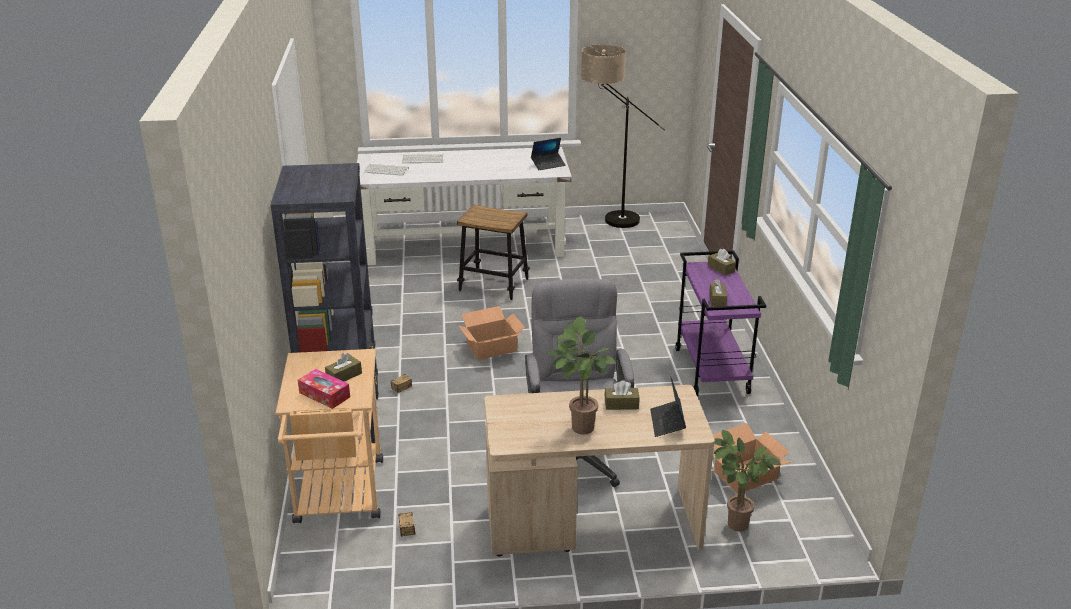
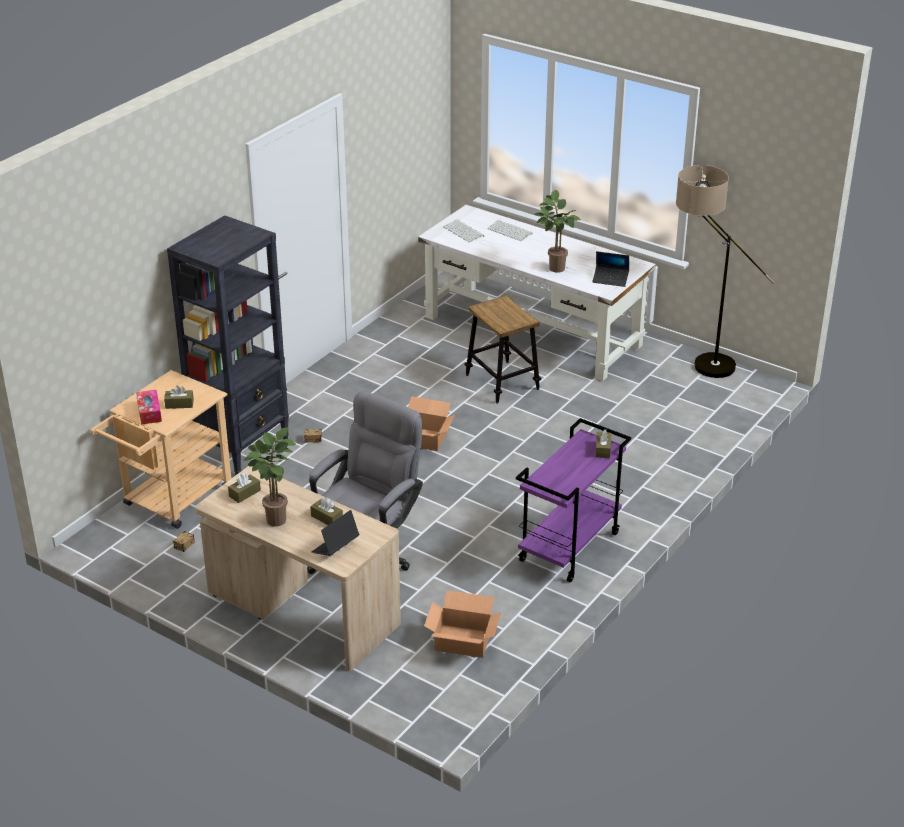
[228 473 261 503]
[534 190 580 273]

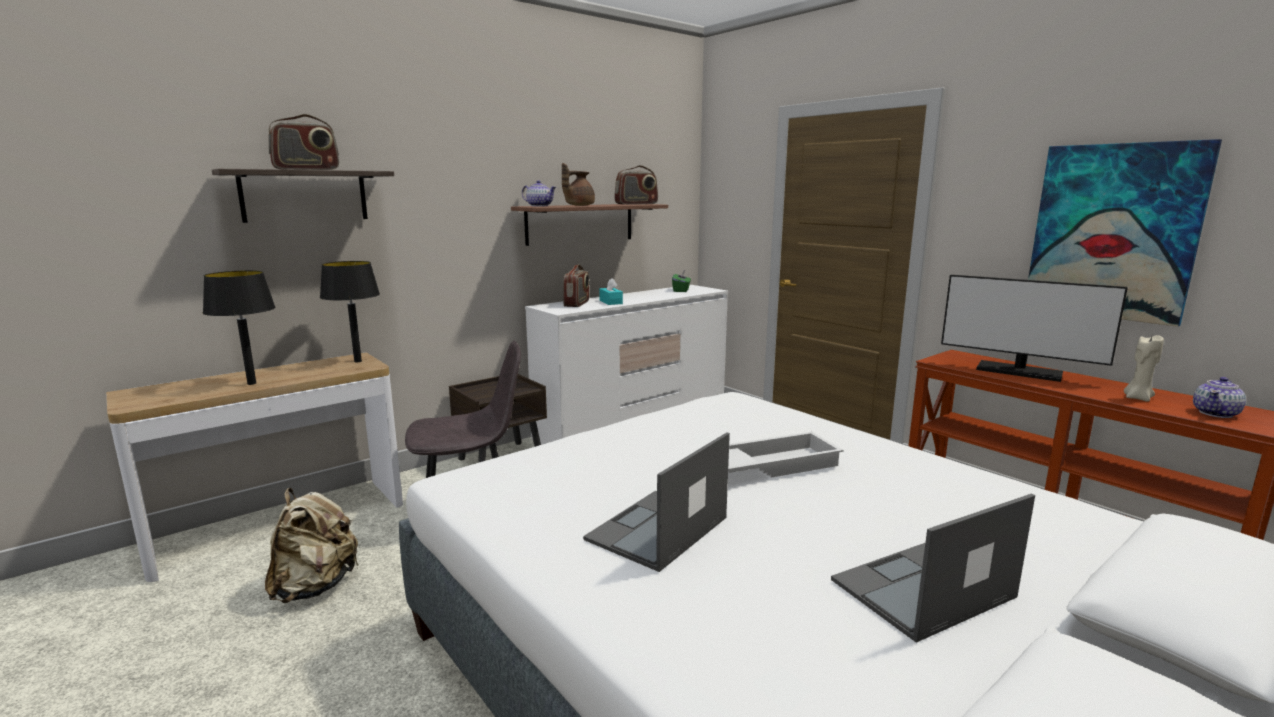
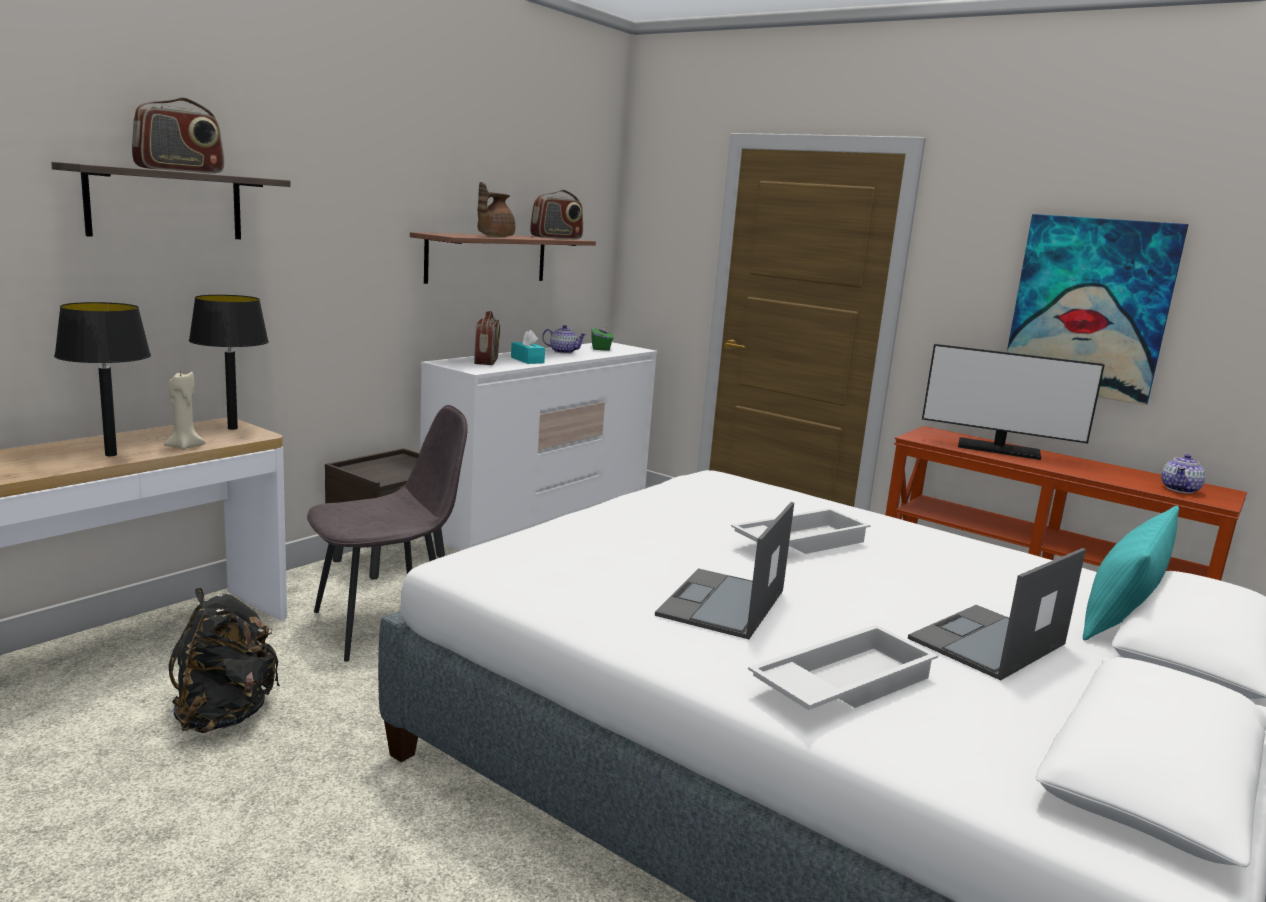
[748 625 938 710]
[1083 506 1179 640]
[542 325 587 354]
[164 370 205 450]
[168 587 280 733]

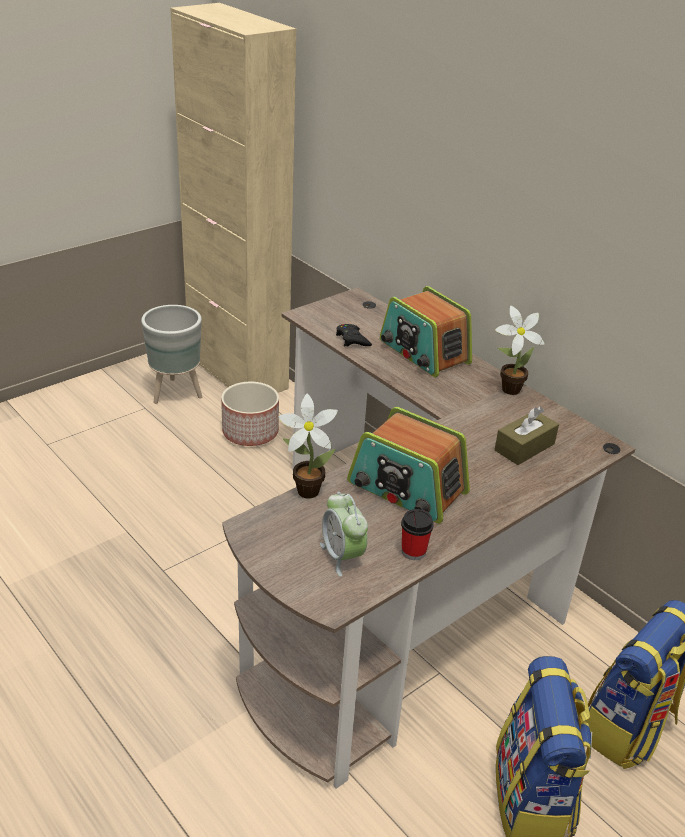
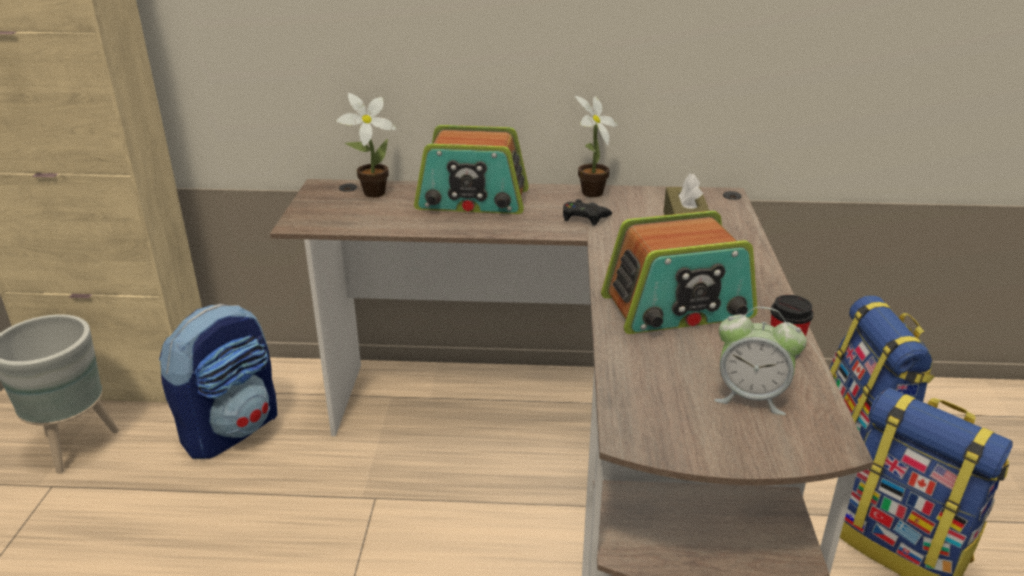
[336 93 396 198]
[563 199 612 226]
[159 304 277 459]

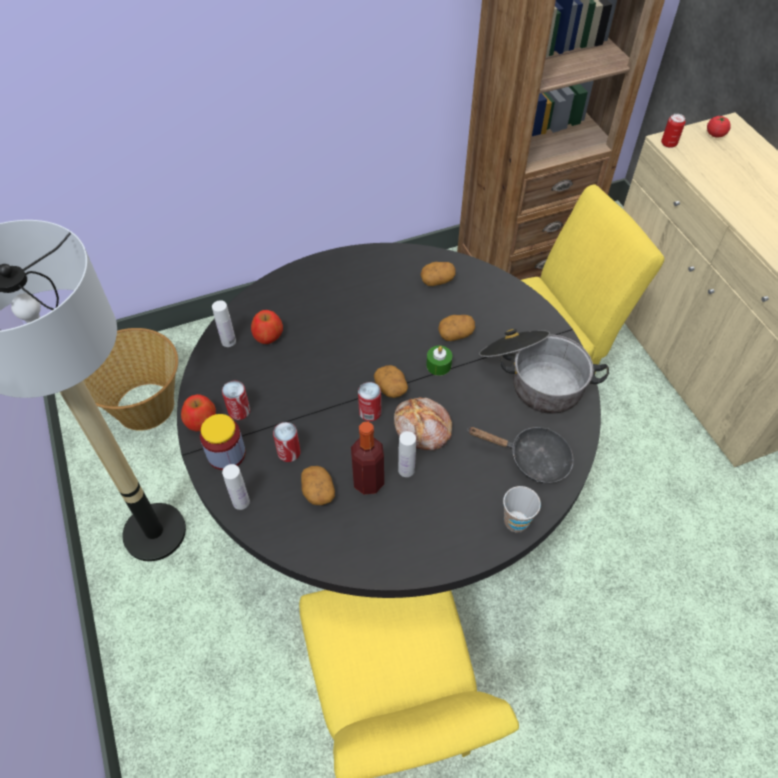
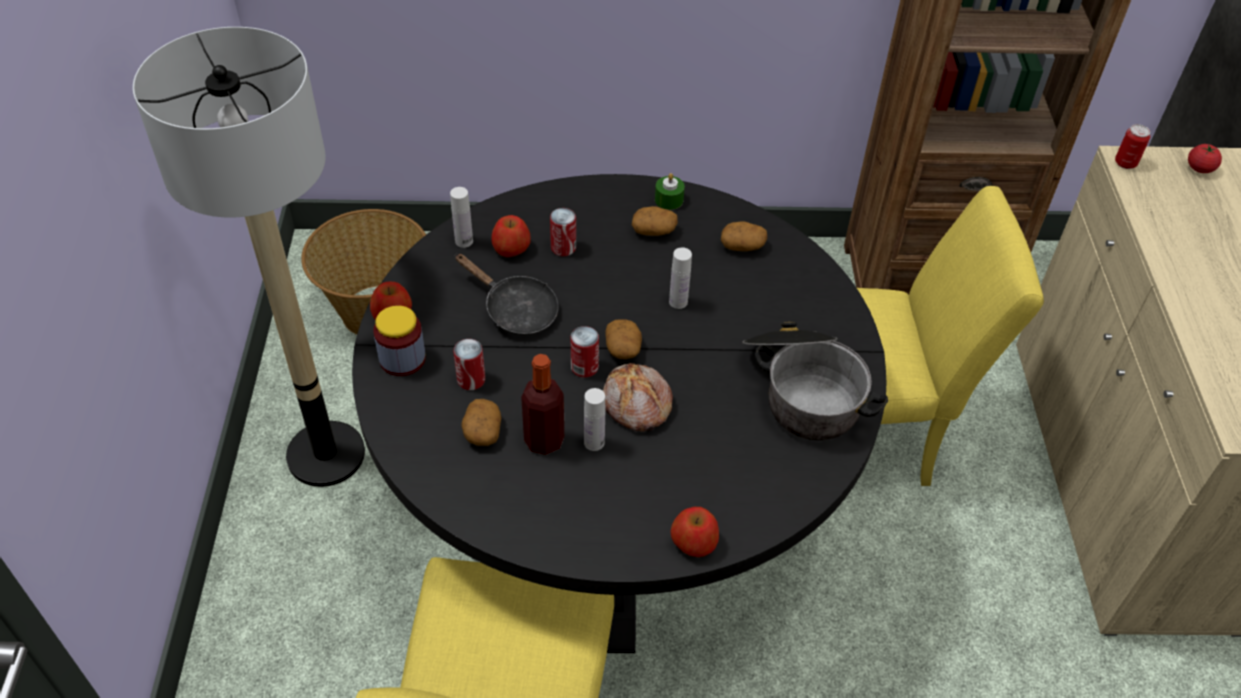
[550 208 576 256]
[669 247 692 309]
[655 173 685 210]
[632 206 678 236]
[455 254 559 336]
[670 507 719 557]

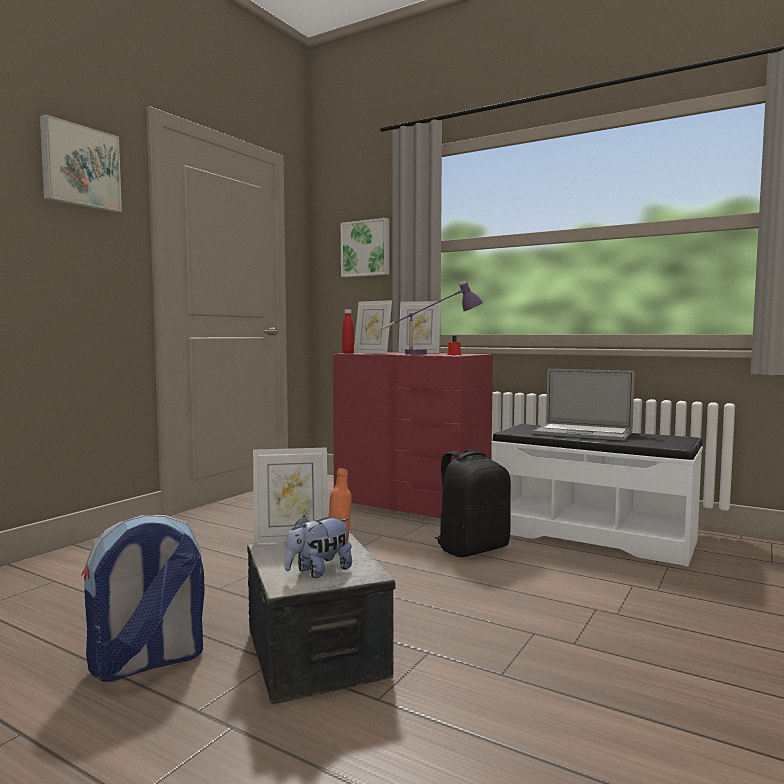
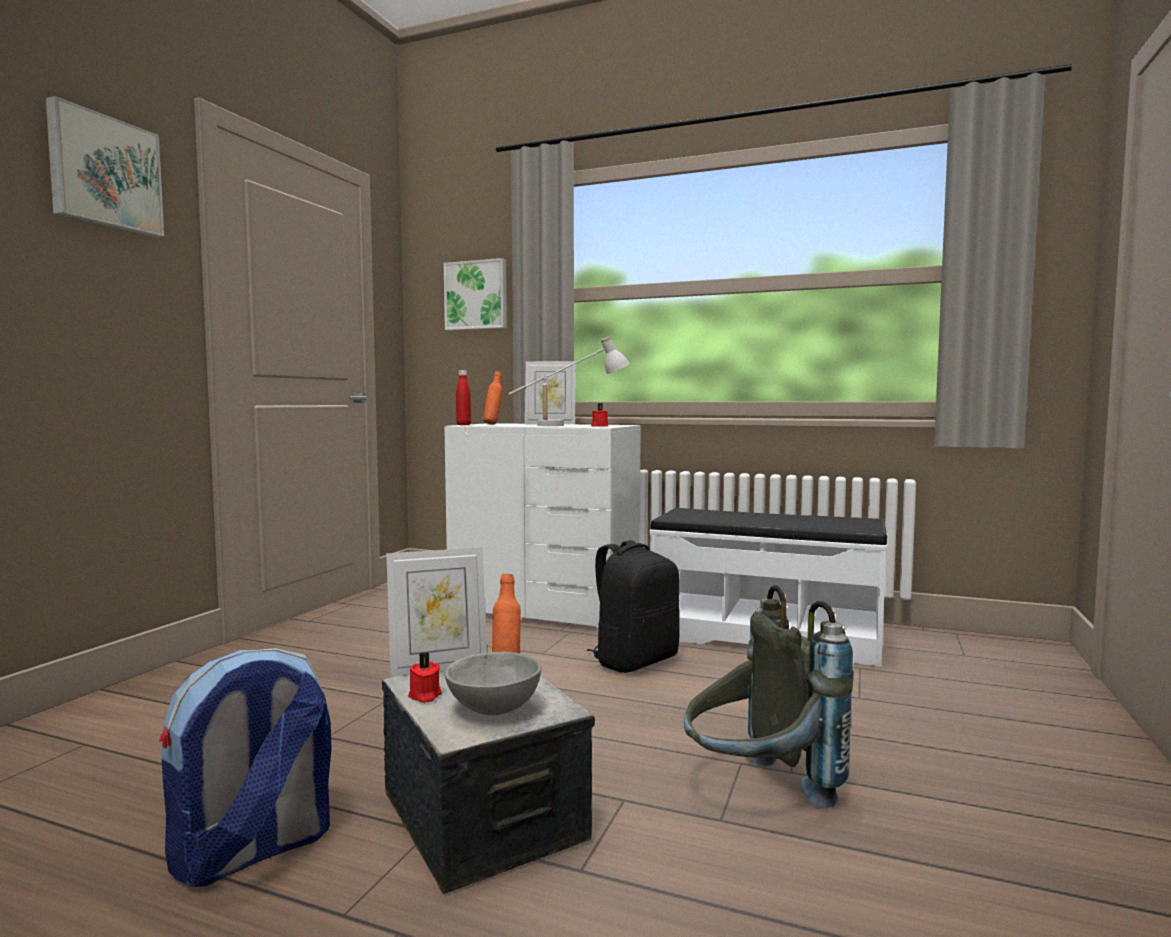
[532 369 635 441] (first image)
[408 652 442 703]
[684 585 854 809]
[445 652 542 715]
[483 371 503 425]
[444 423 641 631]
[508 336 630 426]

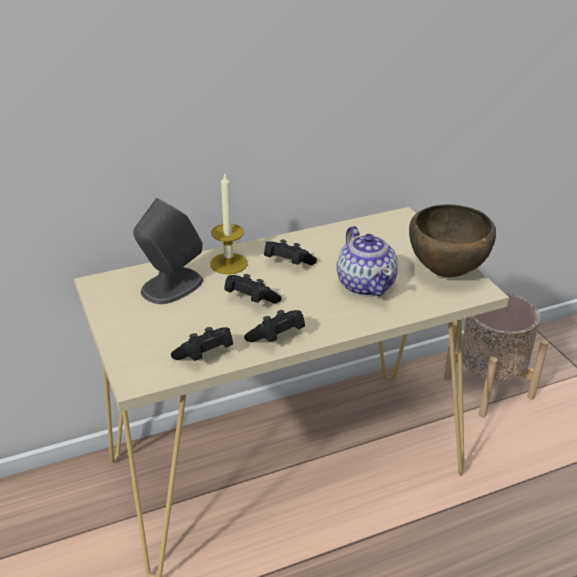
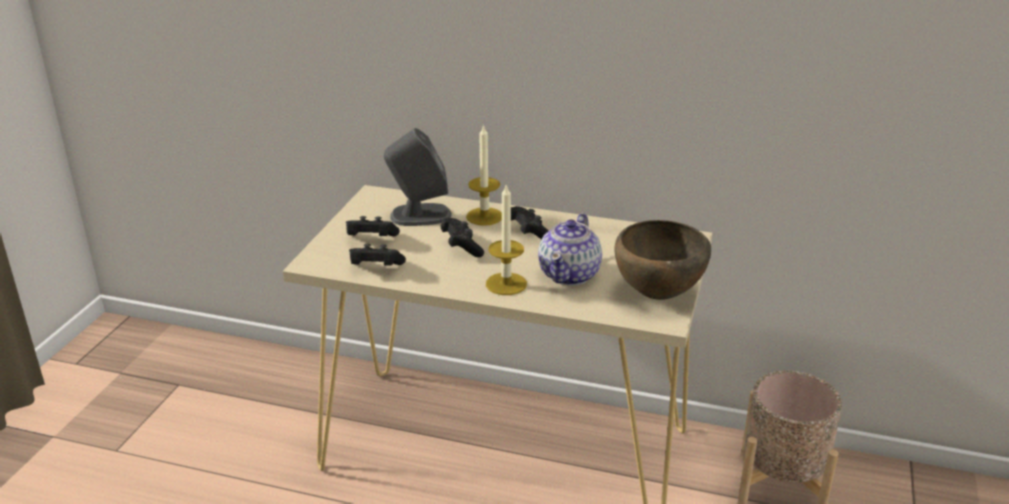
[486 185 527 295]
[346 216 400 236]

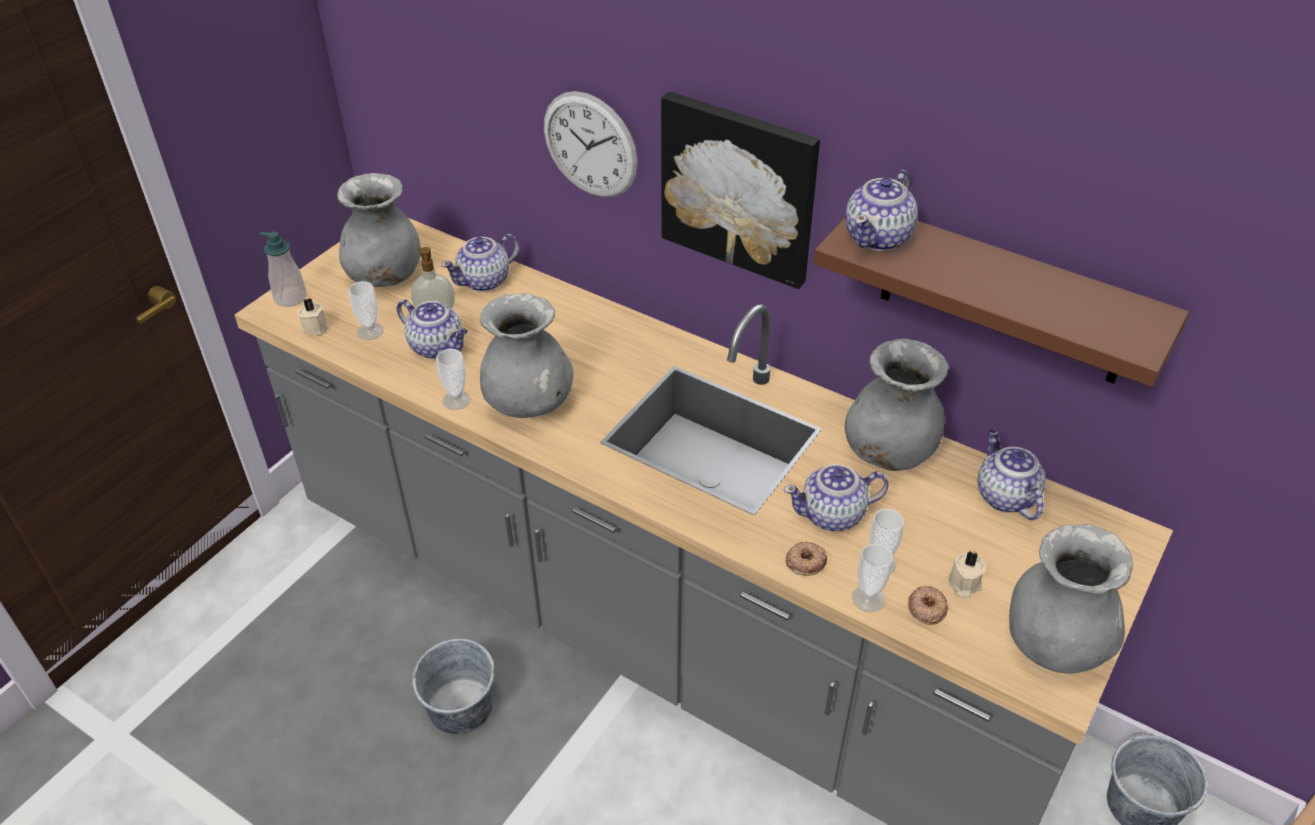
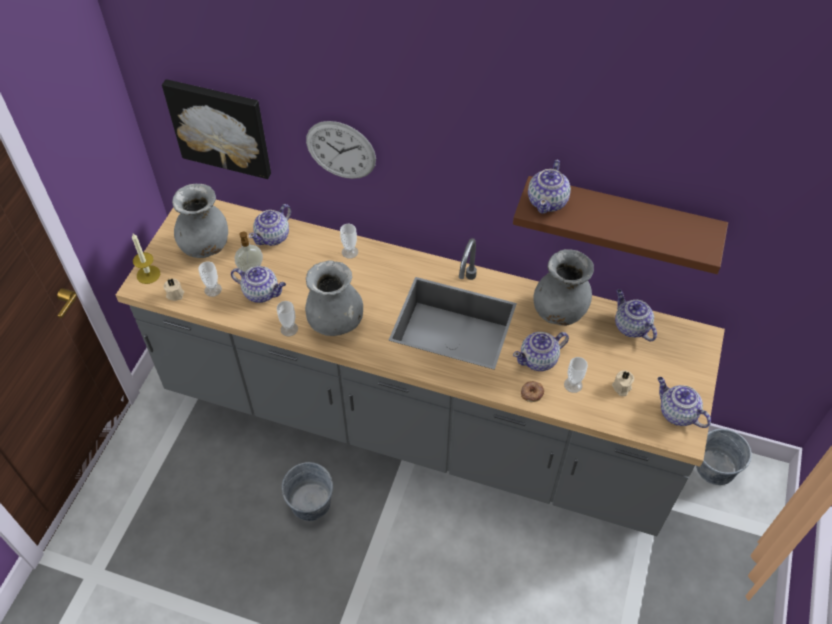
[908 586 948 625] (first image)
[162 79 271 179]
[340 224 358 259]
[132 233 160 284]
[657 377 711 428]

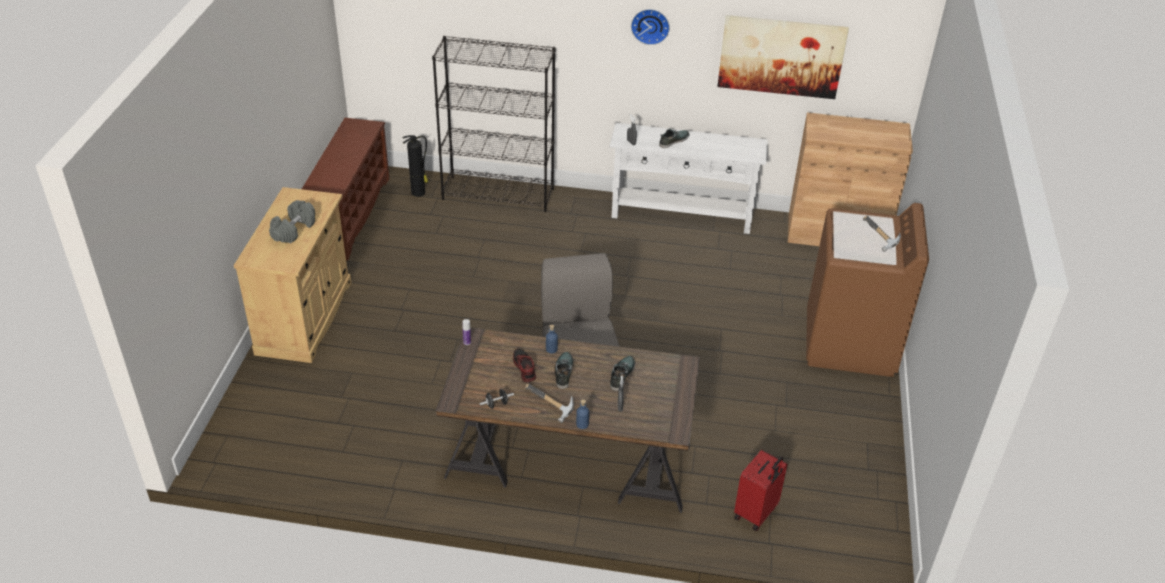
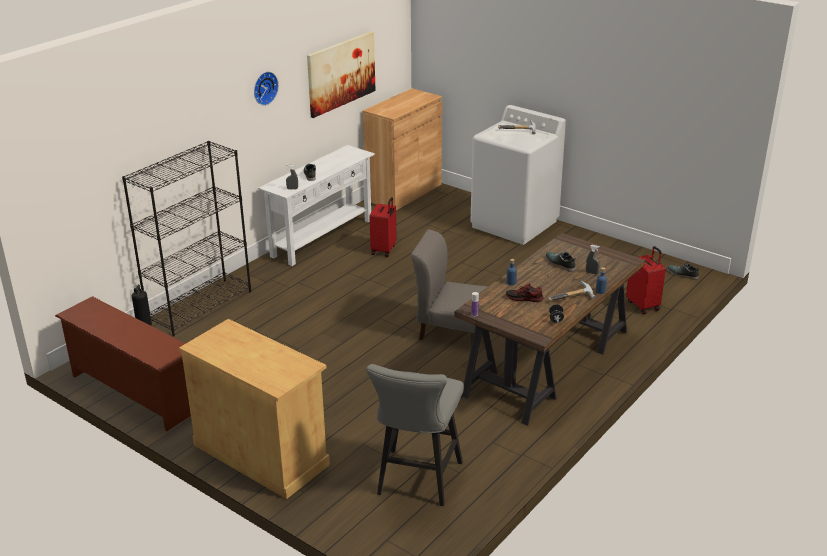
[269 200 315 243] (first image)
[366 364 464 506]
[369 197 397 257]
[667 263 700 280]
[471 105 566 245]

